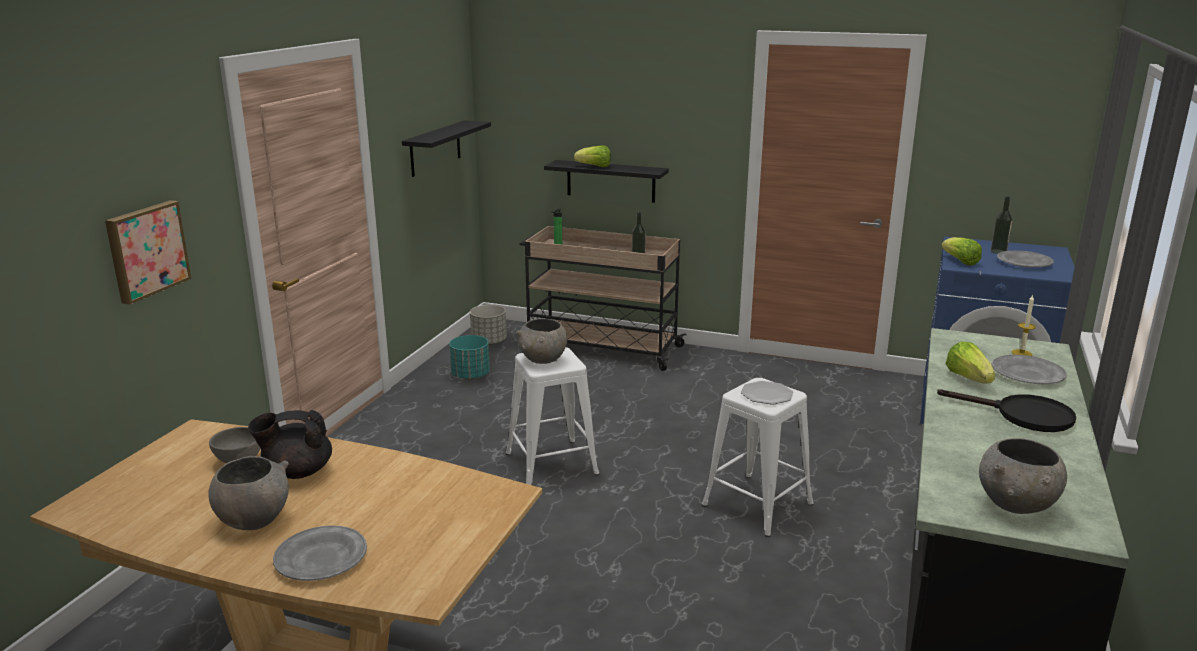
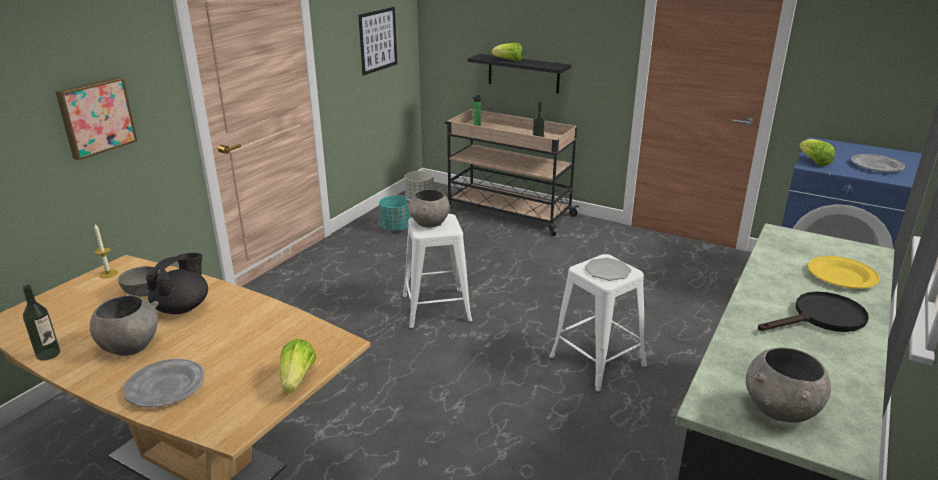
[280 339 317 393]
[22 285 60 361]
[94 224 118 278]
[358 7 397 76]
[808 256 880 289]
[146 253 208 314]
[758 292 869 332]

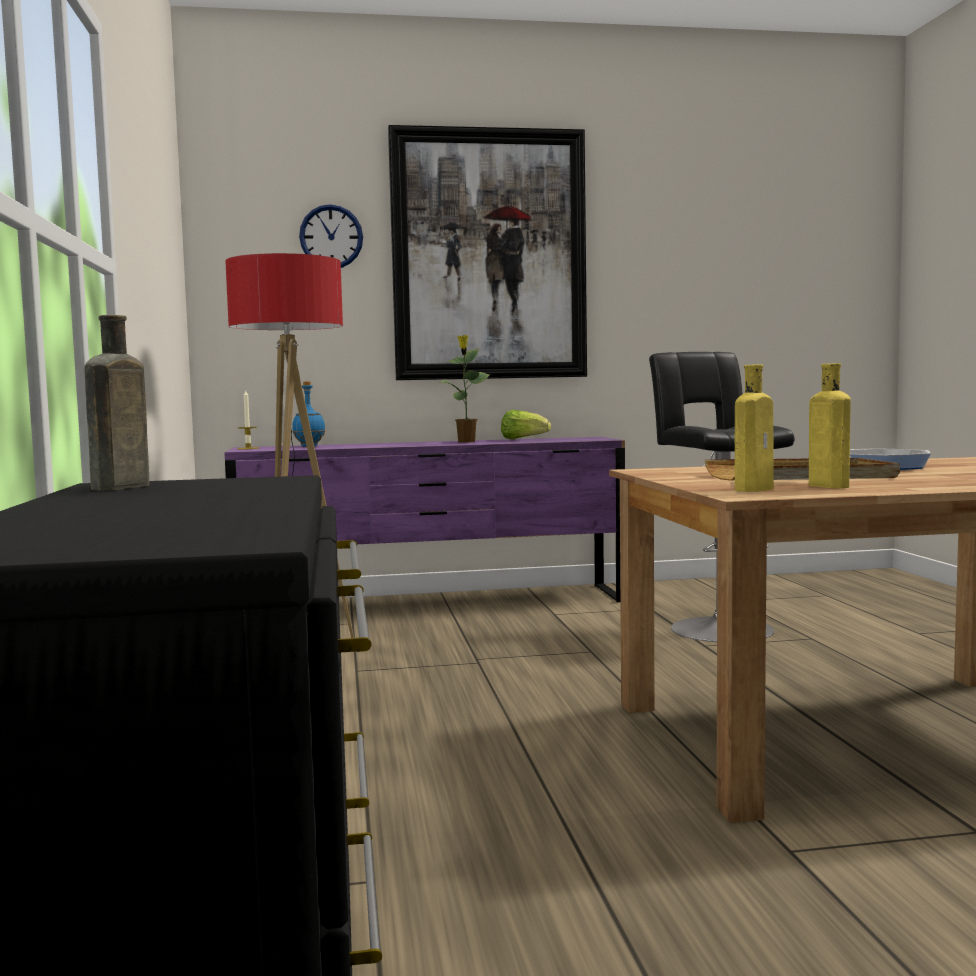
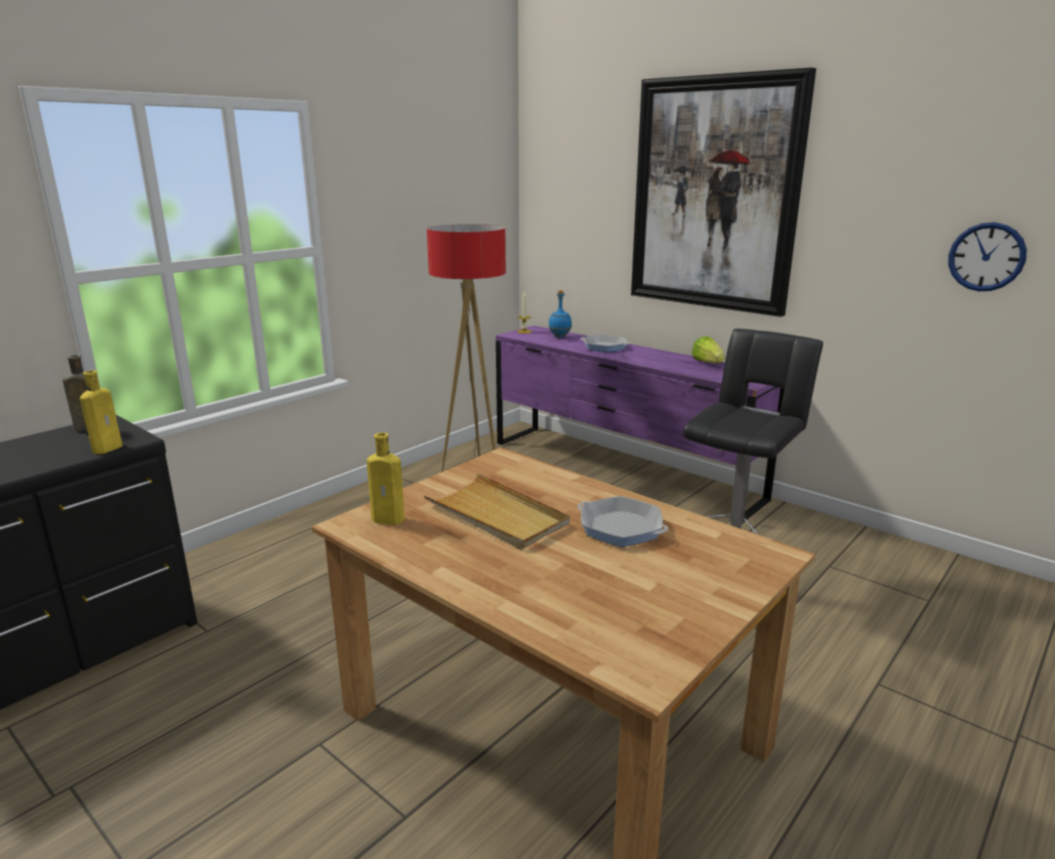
[439 335 490 443] (first image)
[580 334 630 352]
[948 222 1027 291]
[80 370 122 454]

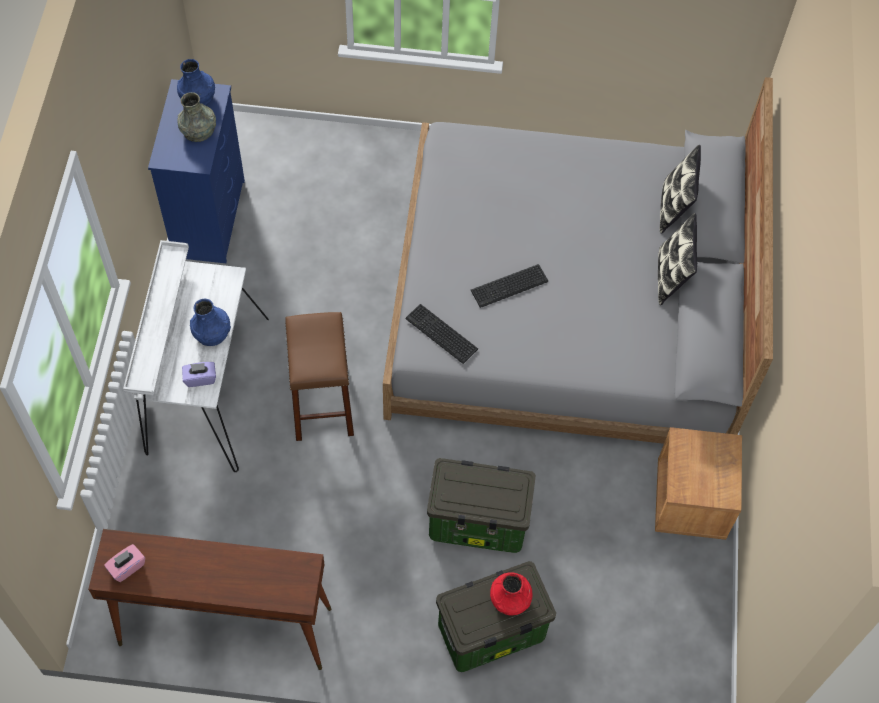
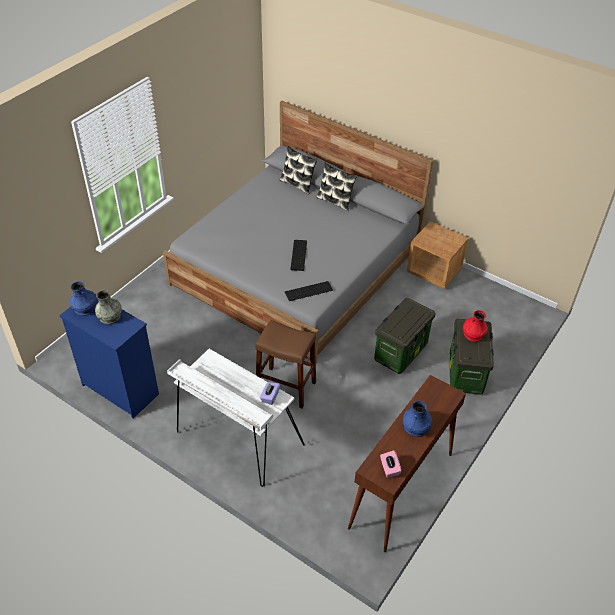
[403 401 432 437]

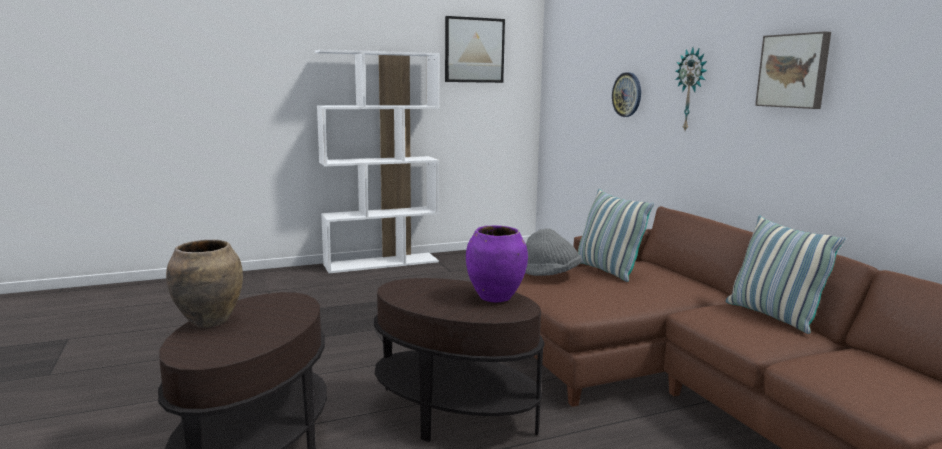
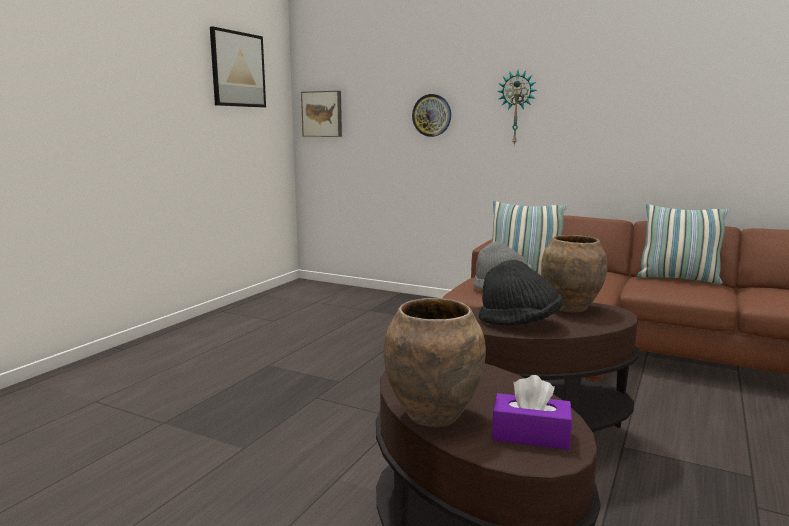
[315 49 439 273] (first image)
[479 260 563 326]
[492 375 572 450]
[301 91 342 137]
[541 235 608 312]

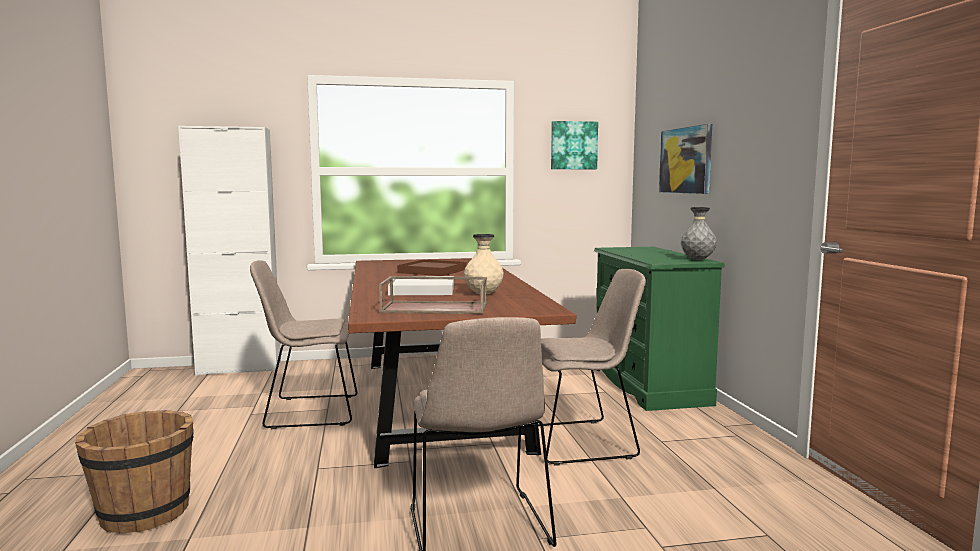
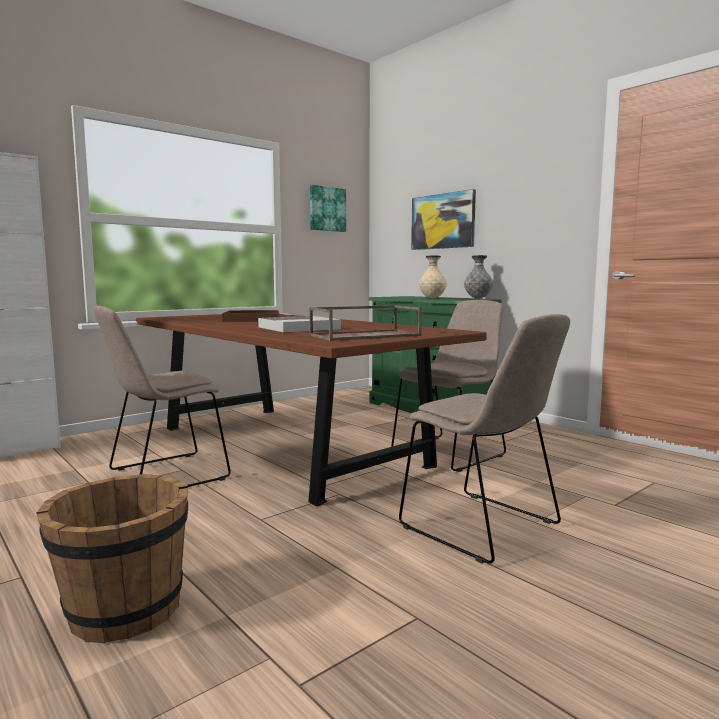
[419 256 447 299]

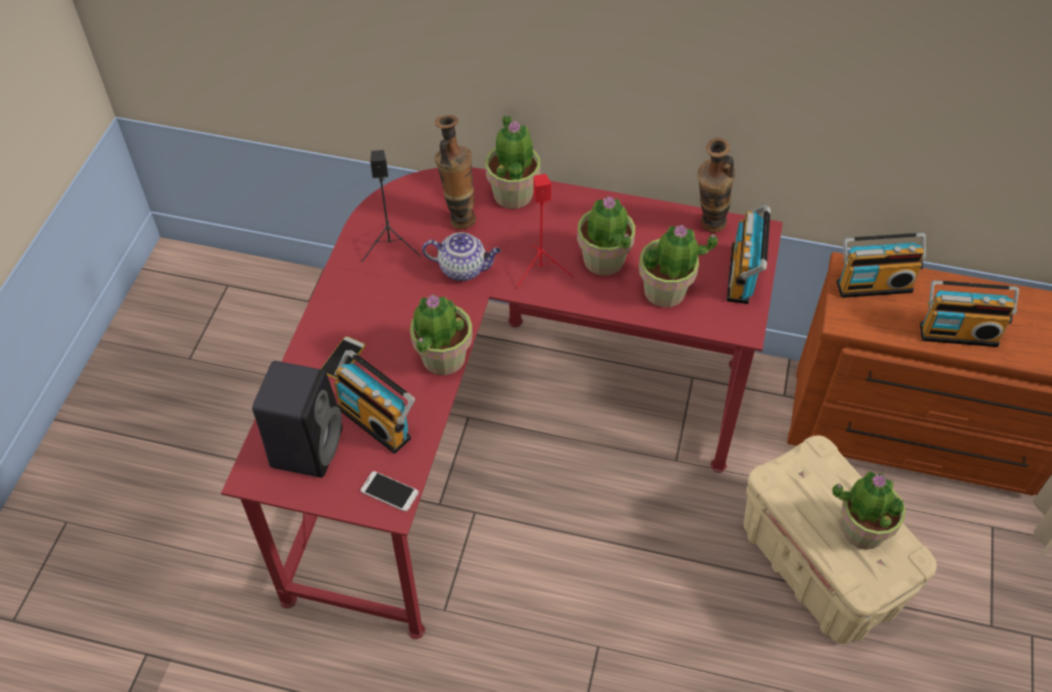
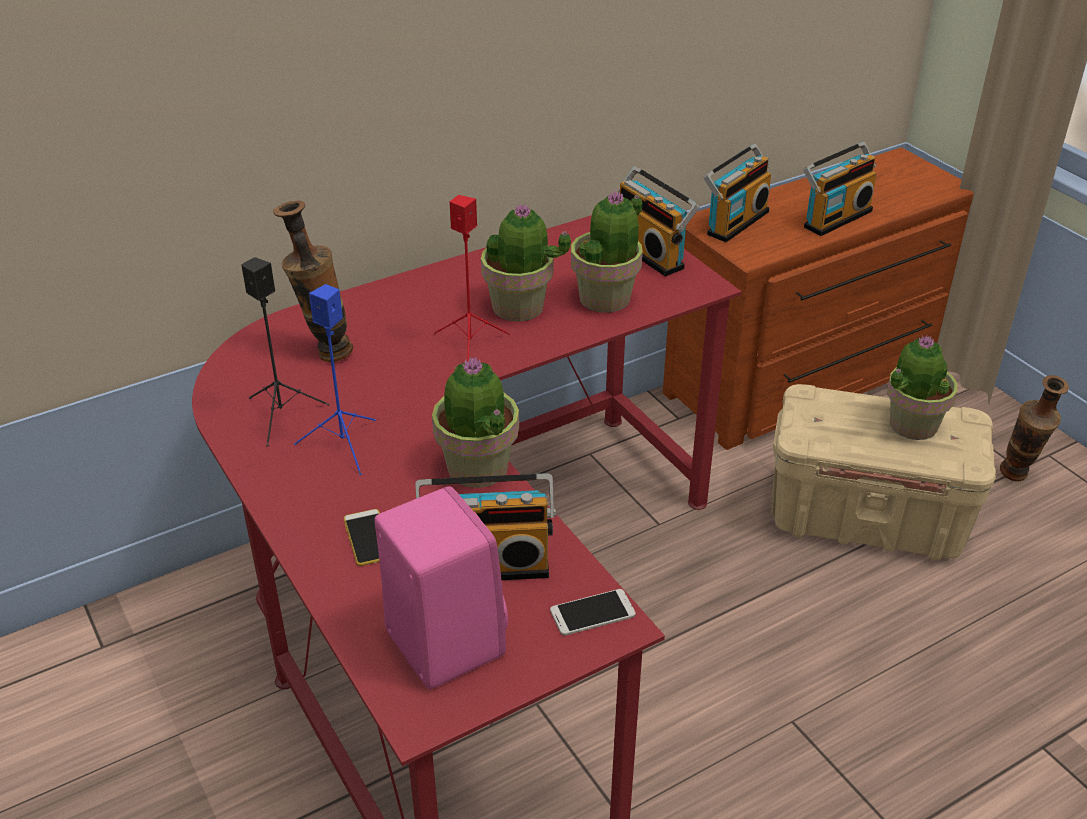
[422 232 501 281] (first image)
[485 113 540 209] (first image)
[294 284 376 475]
[1000 375 1069 481]
[374 486 508 689]

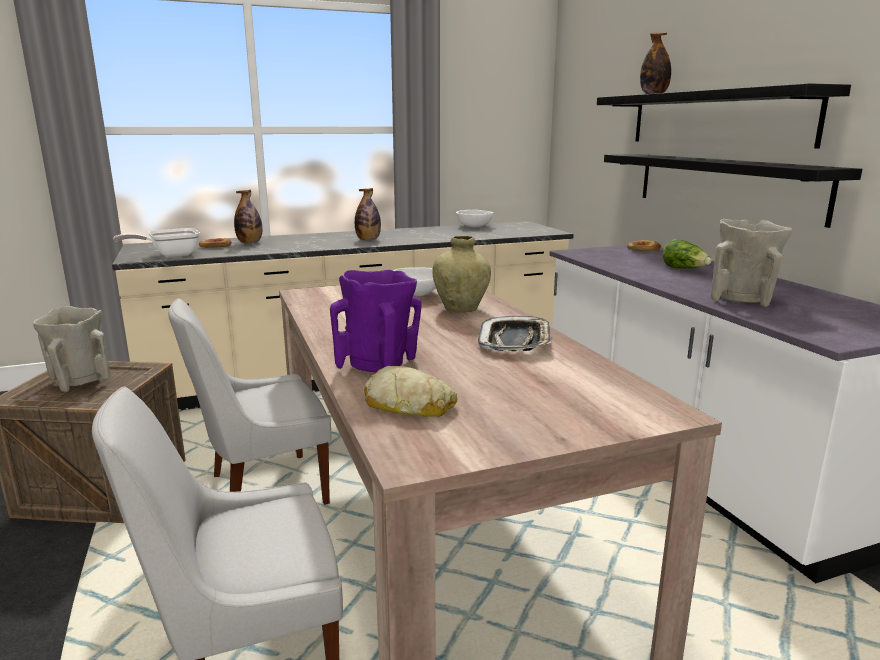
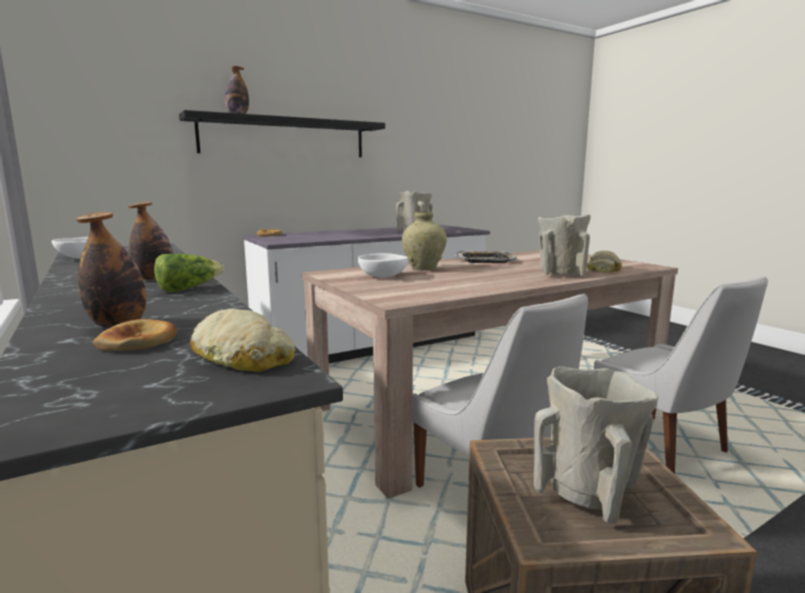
[604 154 862 228] (first image)
[154 254 224 292]
[190 308 296 372]
[538 214 591 276]

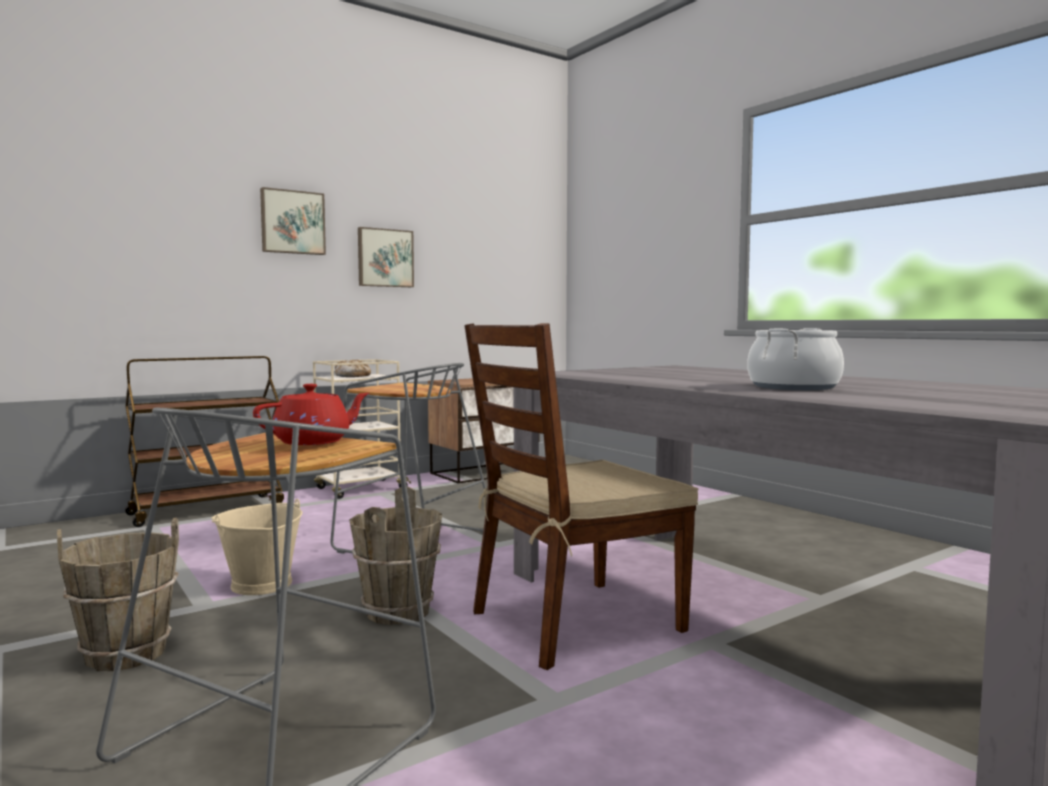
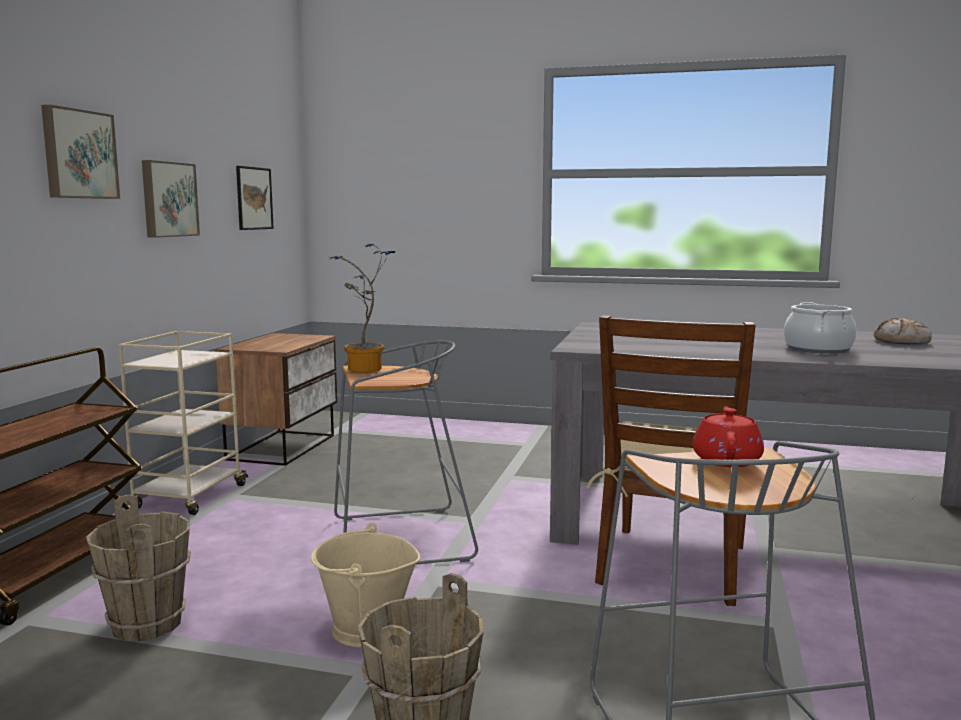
[236 166 274 230]
[330 244 395 373]
[874 318 932 344]
[86 495 191 642]

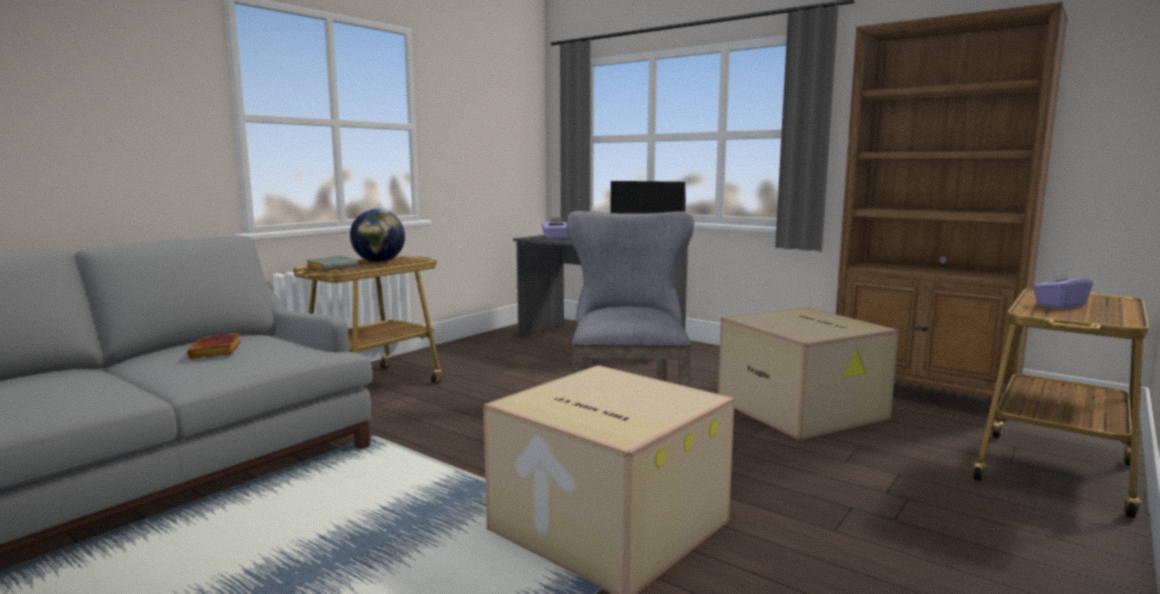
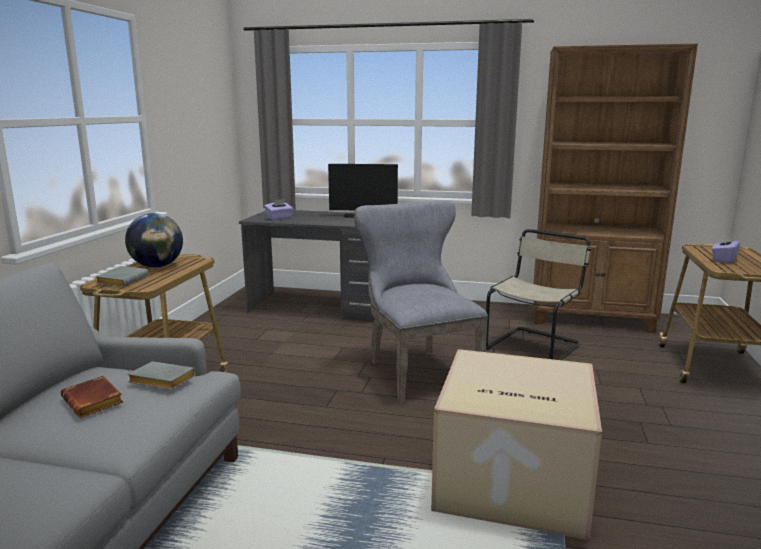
[127 361 196 390]
[486 229 591 360]

